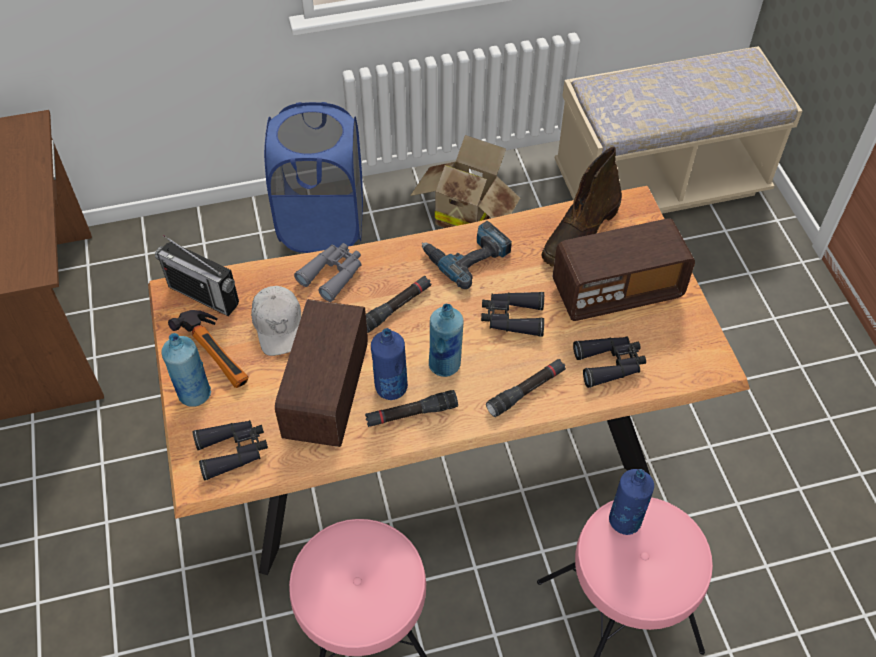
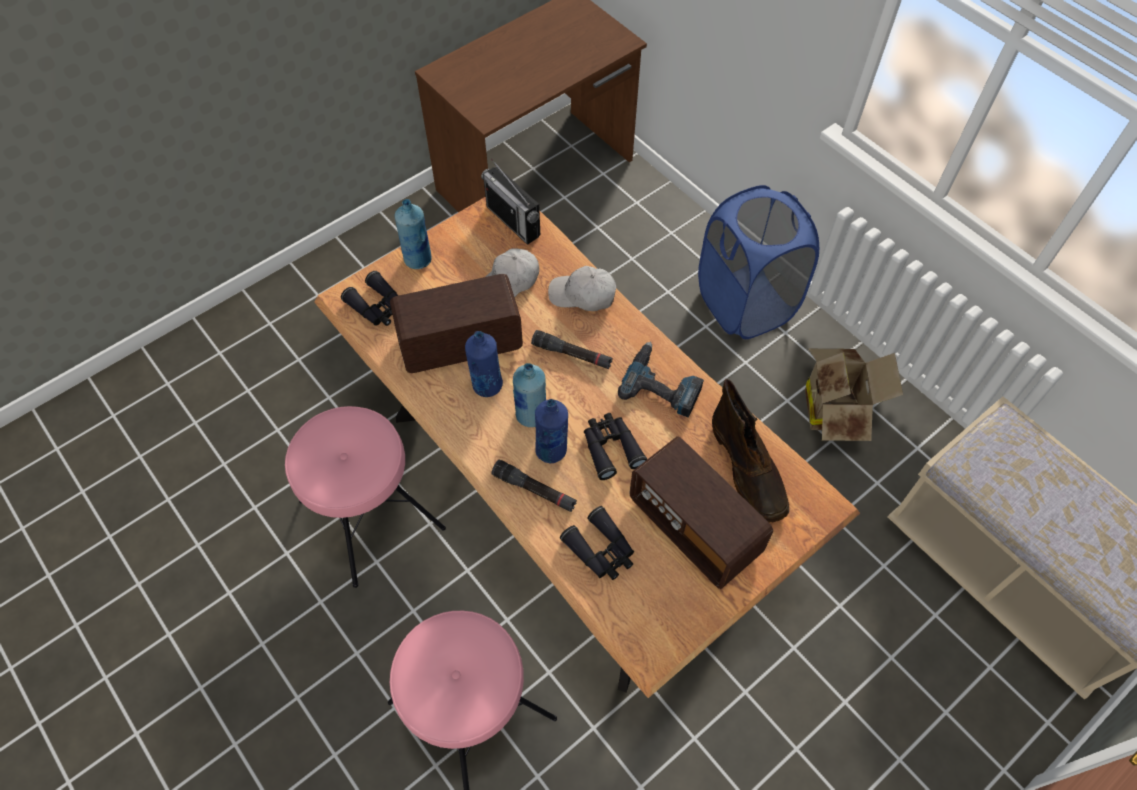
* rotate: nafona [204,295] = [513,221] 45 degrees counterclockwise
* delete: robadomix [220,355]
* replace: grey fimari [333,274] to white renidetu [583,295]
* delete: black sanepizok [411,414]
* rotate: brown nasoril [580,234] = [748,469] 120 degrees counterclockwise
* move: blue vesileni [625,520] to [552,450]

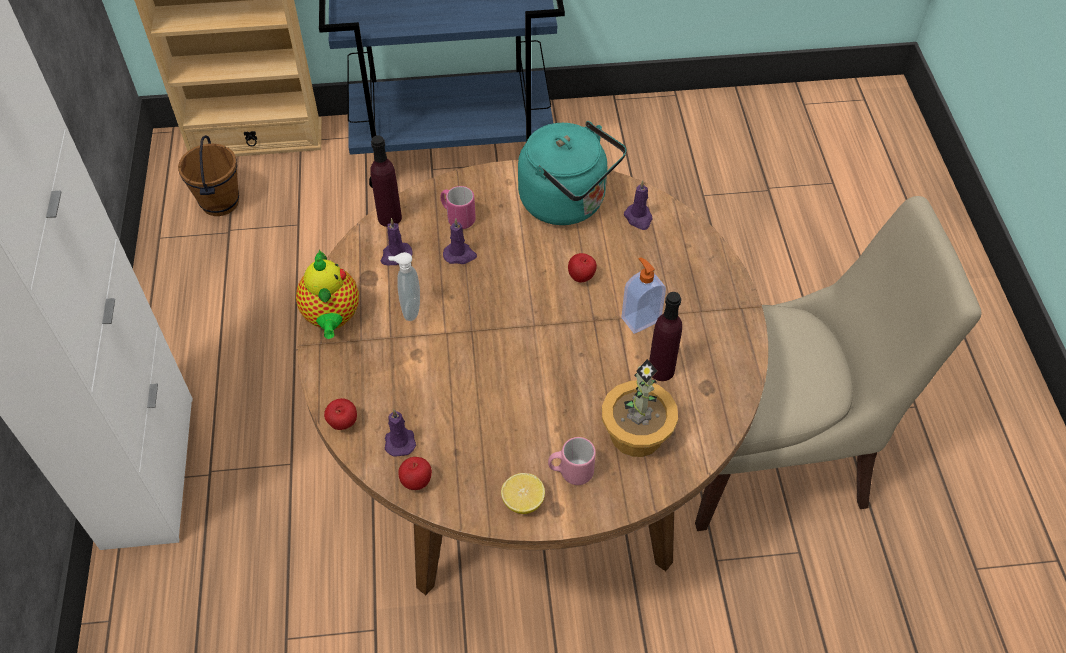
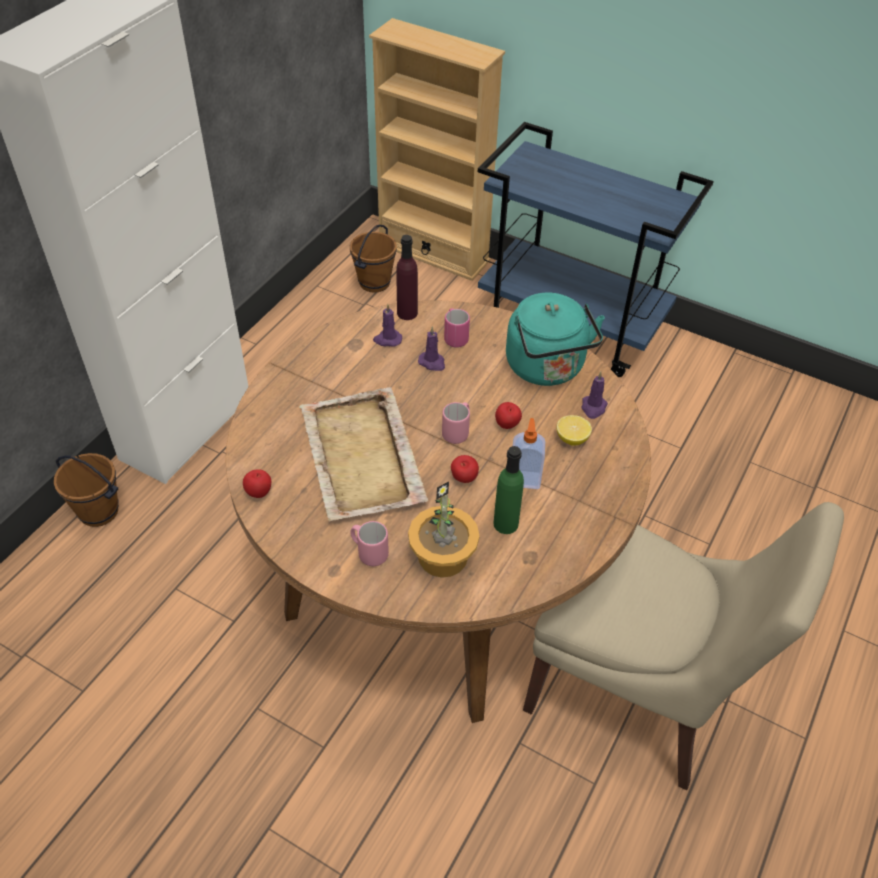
* delete: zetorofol [332,318]
* move: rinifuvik [343,424] to [464,479]
* delete: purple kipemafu [400,441]
* delete: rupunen [409,309]
* move: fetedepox [523,501] to [572,438]
* recolor: purple vesileni [661,370] to green vesileni [505,523]
* insert: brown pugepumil [99,511]
* insert: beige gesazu [361,457]
* insert: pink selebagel [457,432]

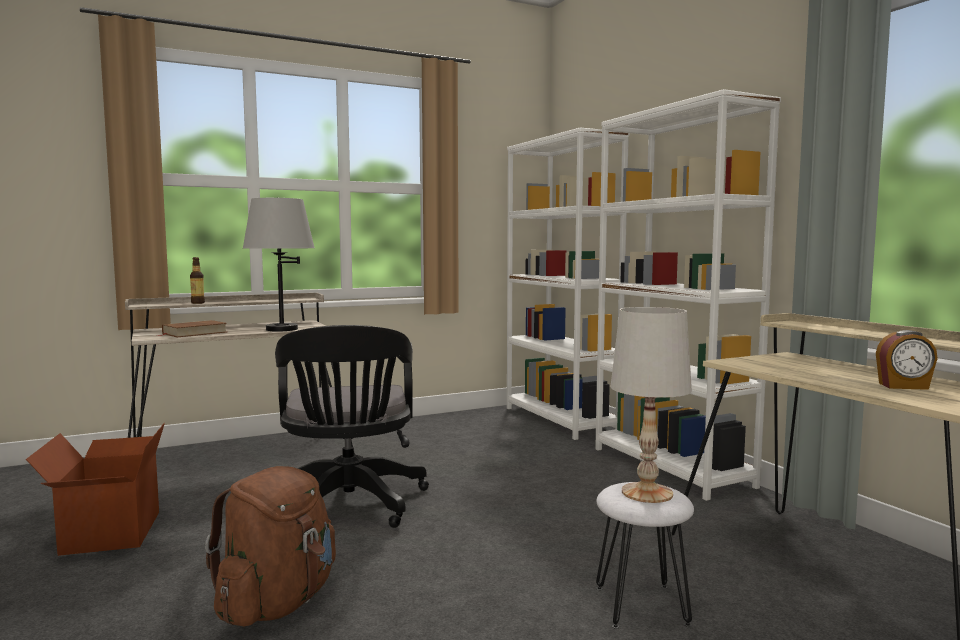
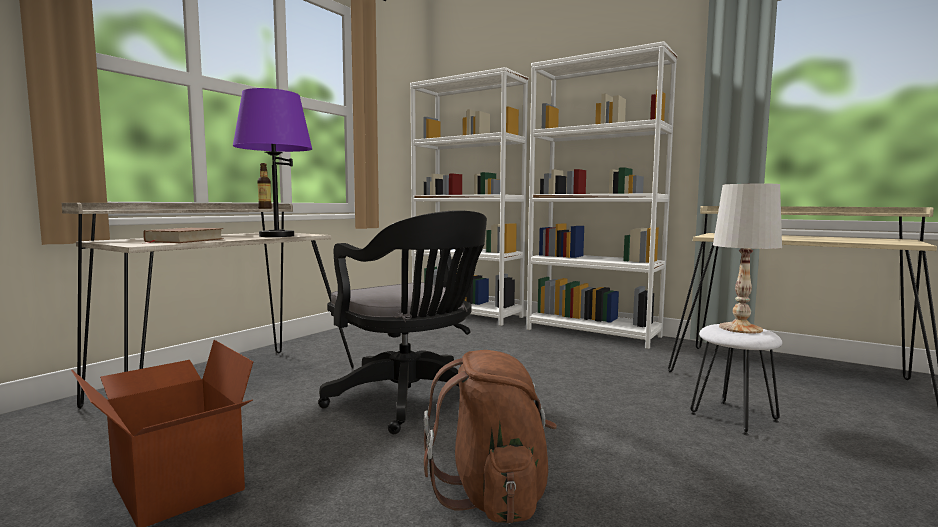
* move: vesileni [198,303] to [265,208]
* recolor: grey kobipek [281,329] to purple kobipek [276,236]
* delete: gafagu [903,386]

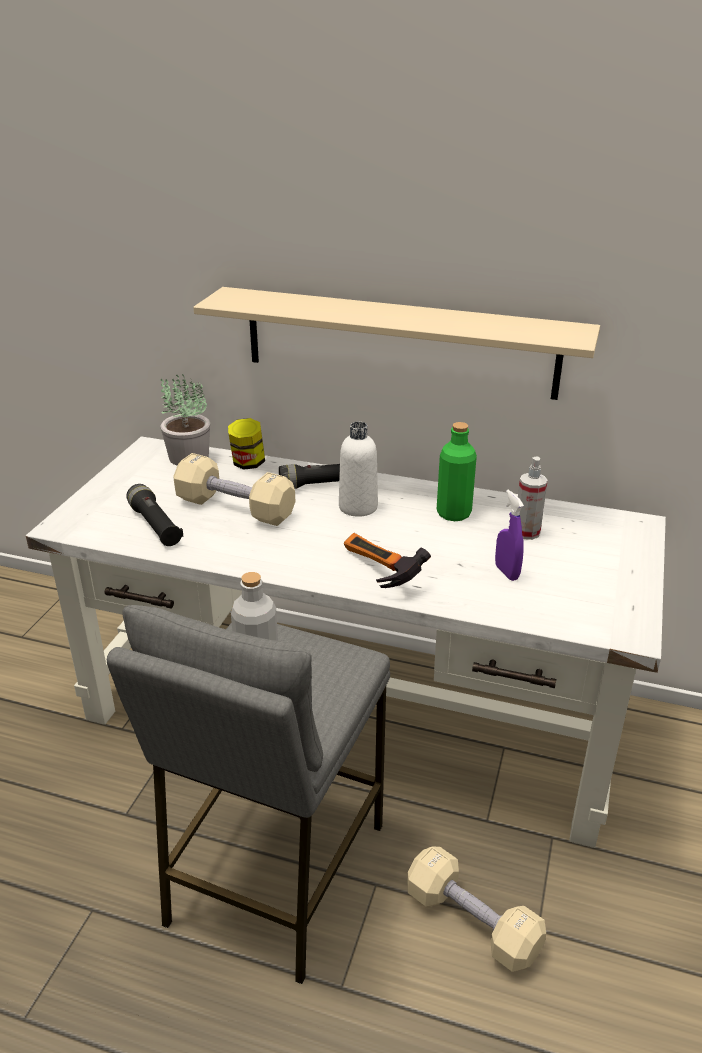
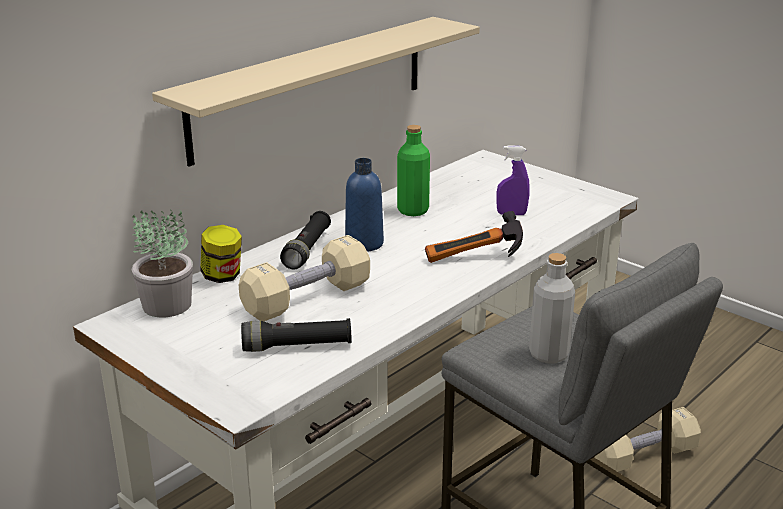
* recolor: white vesileni [358,507] to blue vesileni [364,243]
* delete: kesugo [526,532]

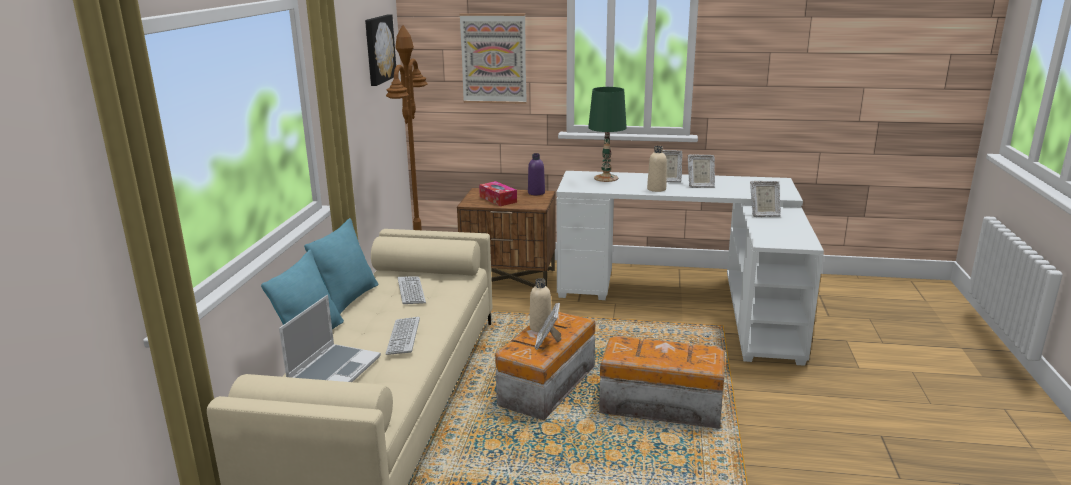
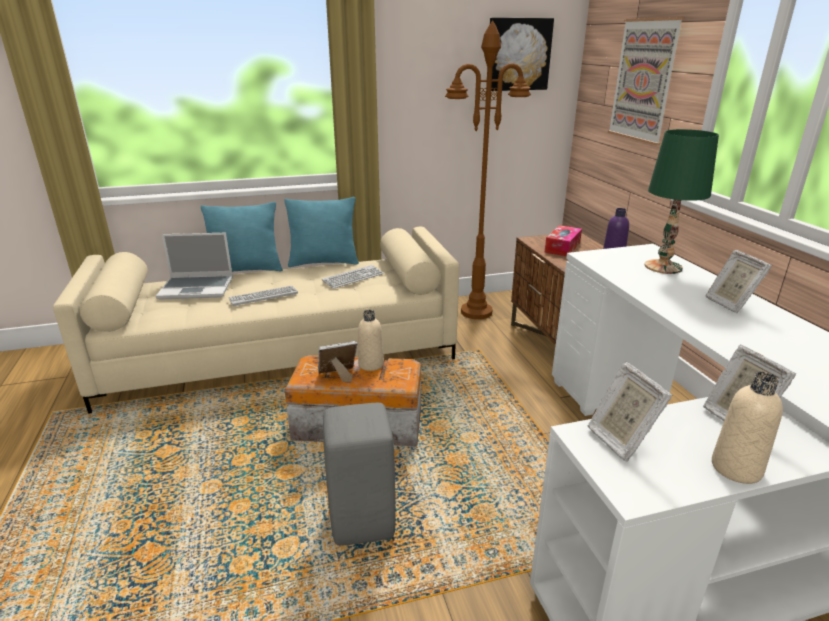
* replace: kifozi [659,405] to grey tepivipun [361,521]
* move: beige vesileni [656,189] to [736,468]
* move: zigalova [700,186] to [619,439]

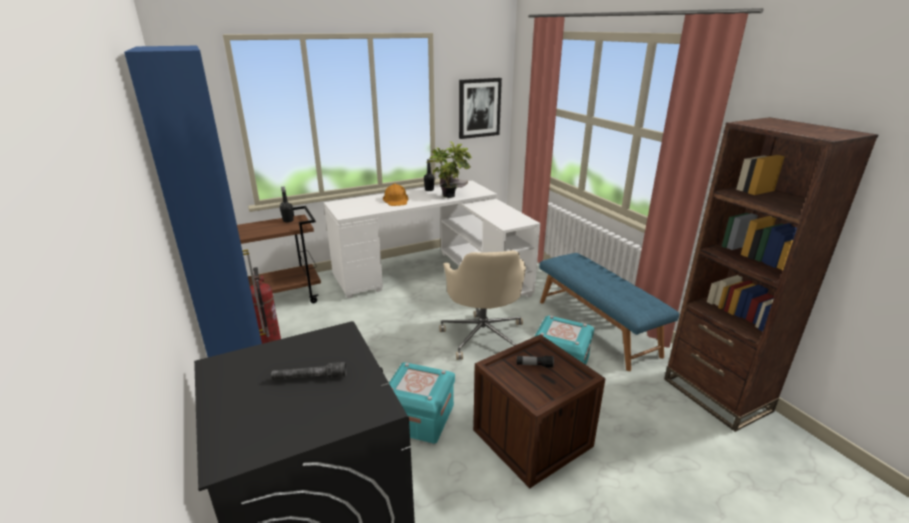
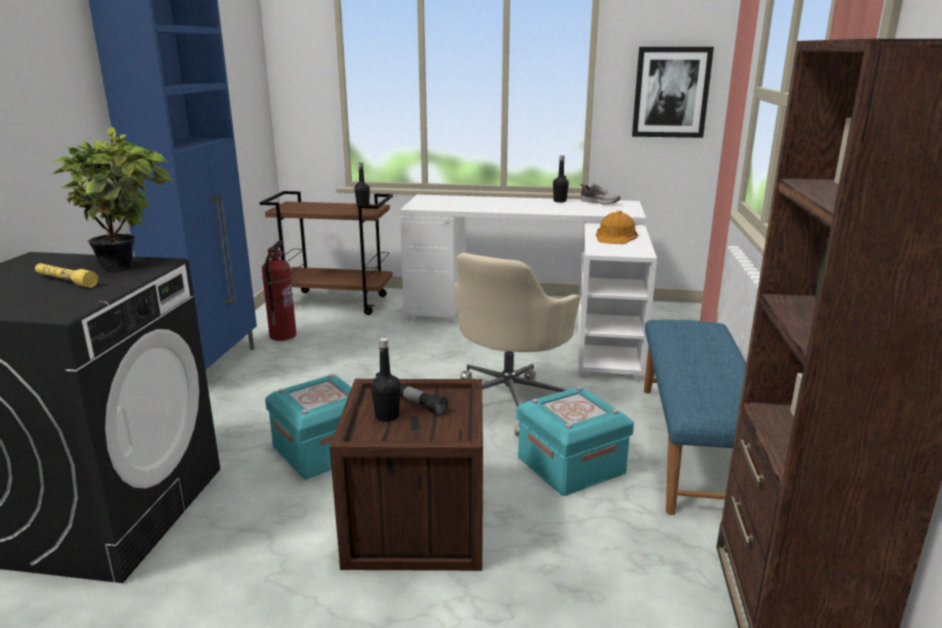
* recolor: grey sanepizok [309,377] to yellow sanepizok [66,281]
* move: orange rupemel [396,200] to [616,236]
* move: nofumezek [450,195] to [127,265]
* insert: black vesileni [387,416]

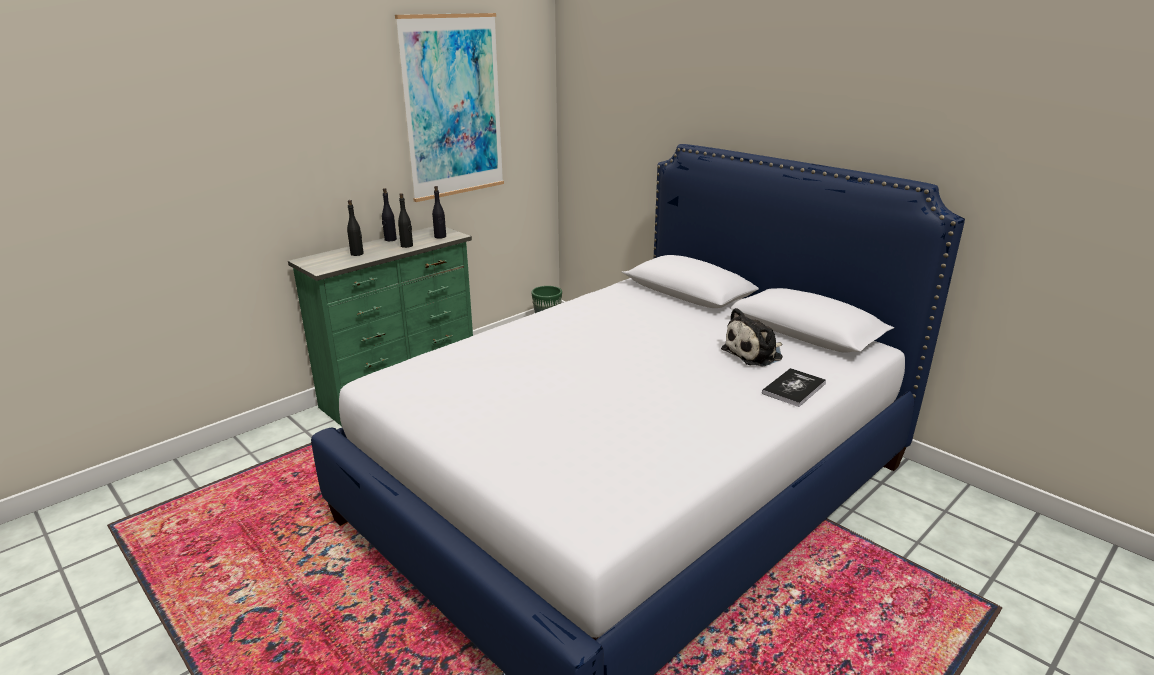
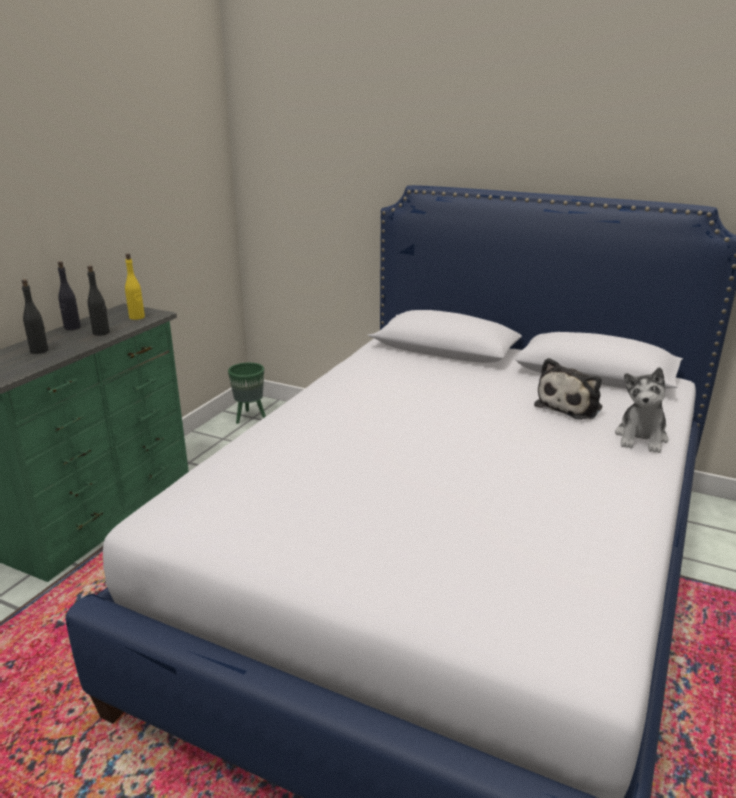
* delete: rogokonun [453,107]
* recolor: black vesileni [440,237] to yellow vesileni [137,317]
* replace: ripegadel [794,388] to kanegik [641,438]

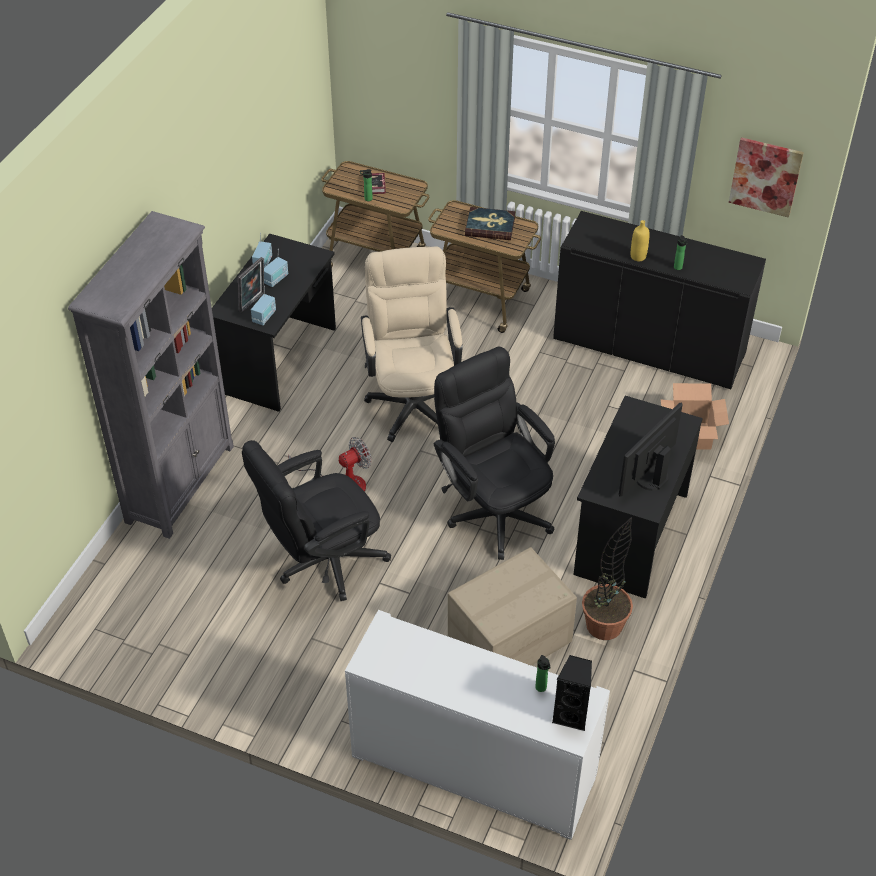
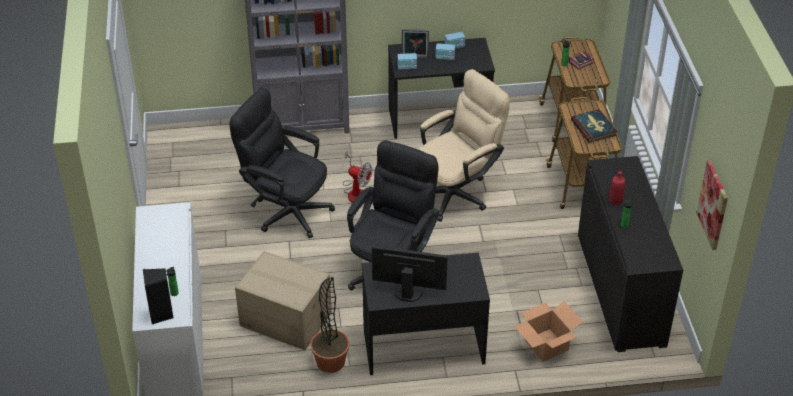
* recolor: yellow vesileni [638,256] to red vesileni [615,201]

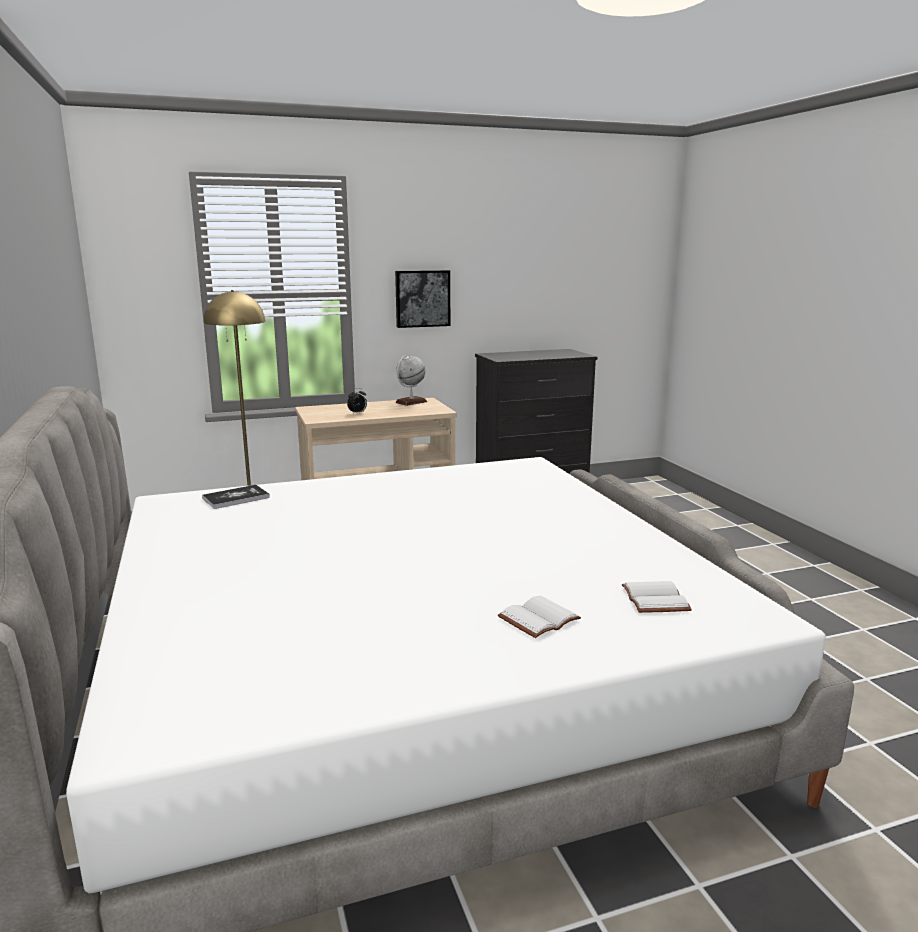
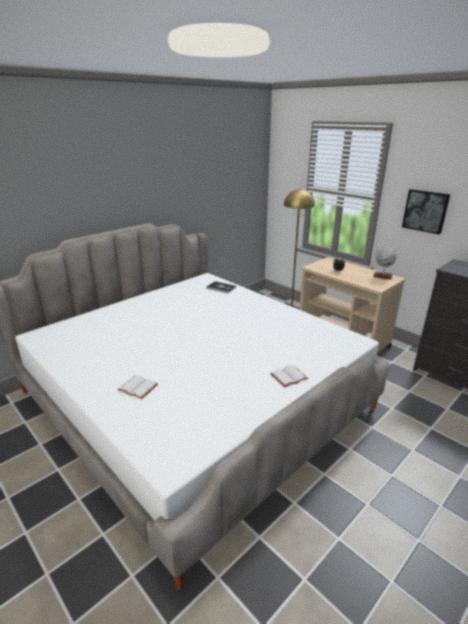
* move: white ripegadel [657,600] to [289,377]

